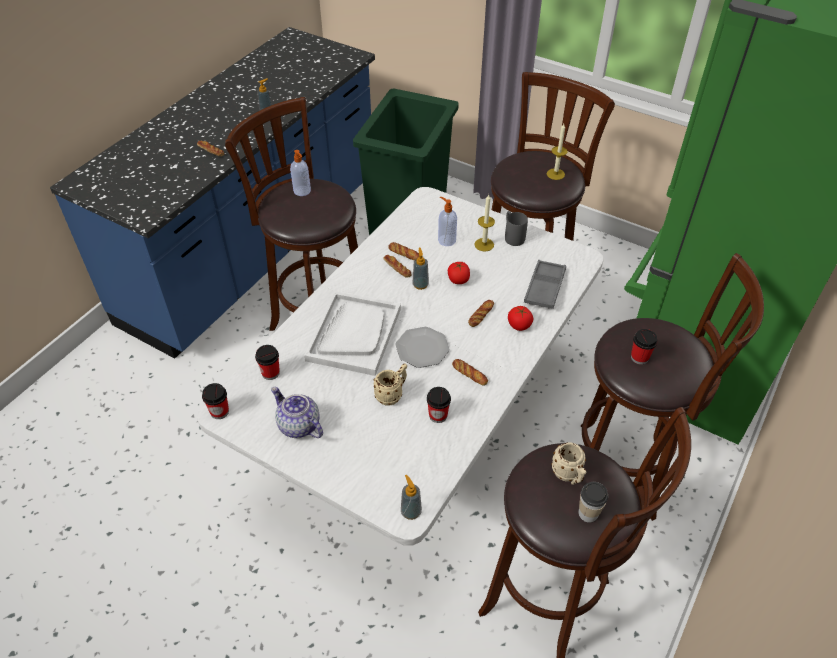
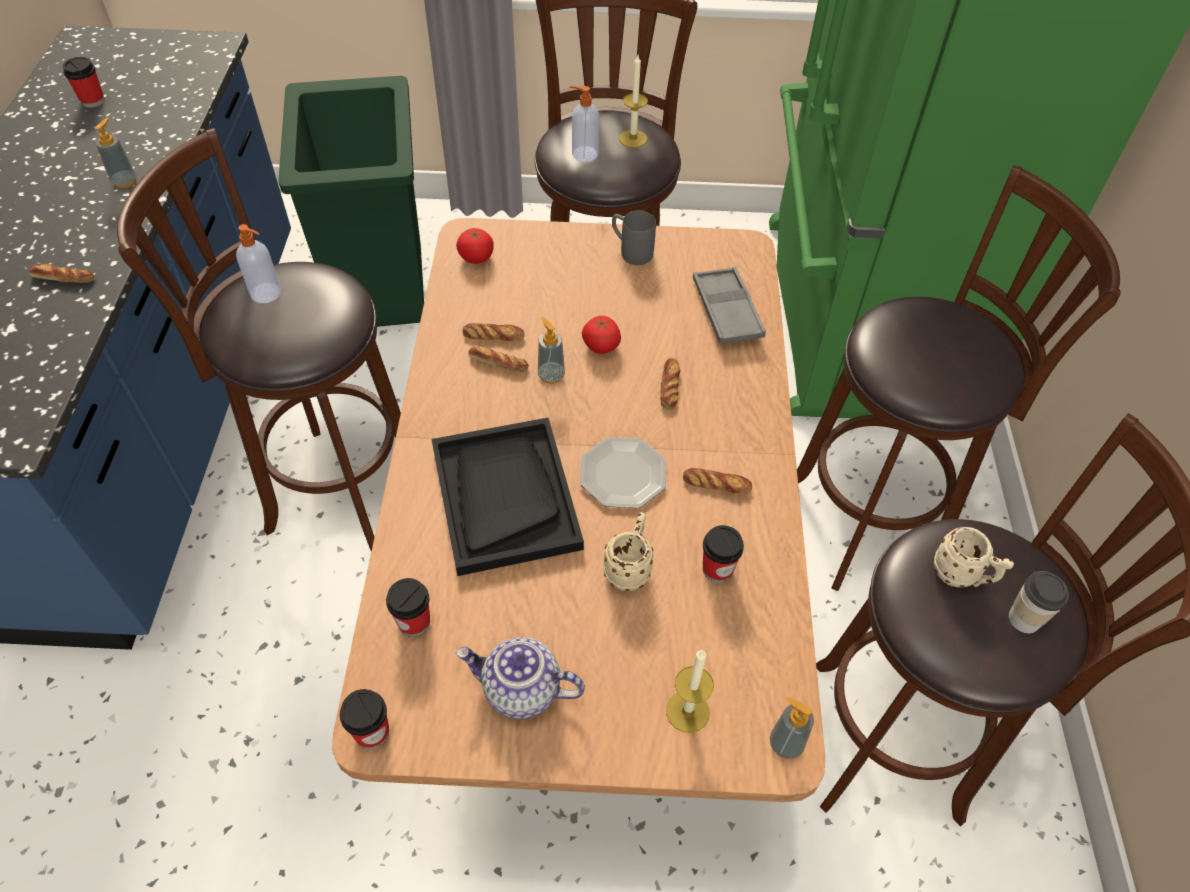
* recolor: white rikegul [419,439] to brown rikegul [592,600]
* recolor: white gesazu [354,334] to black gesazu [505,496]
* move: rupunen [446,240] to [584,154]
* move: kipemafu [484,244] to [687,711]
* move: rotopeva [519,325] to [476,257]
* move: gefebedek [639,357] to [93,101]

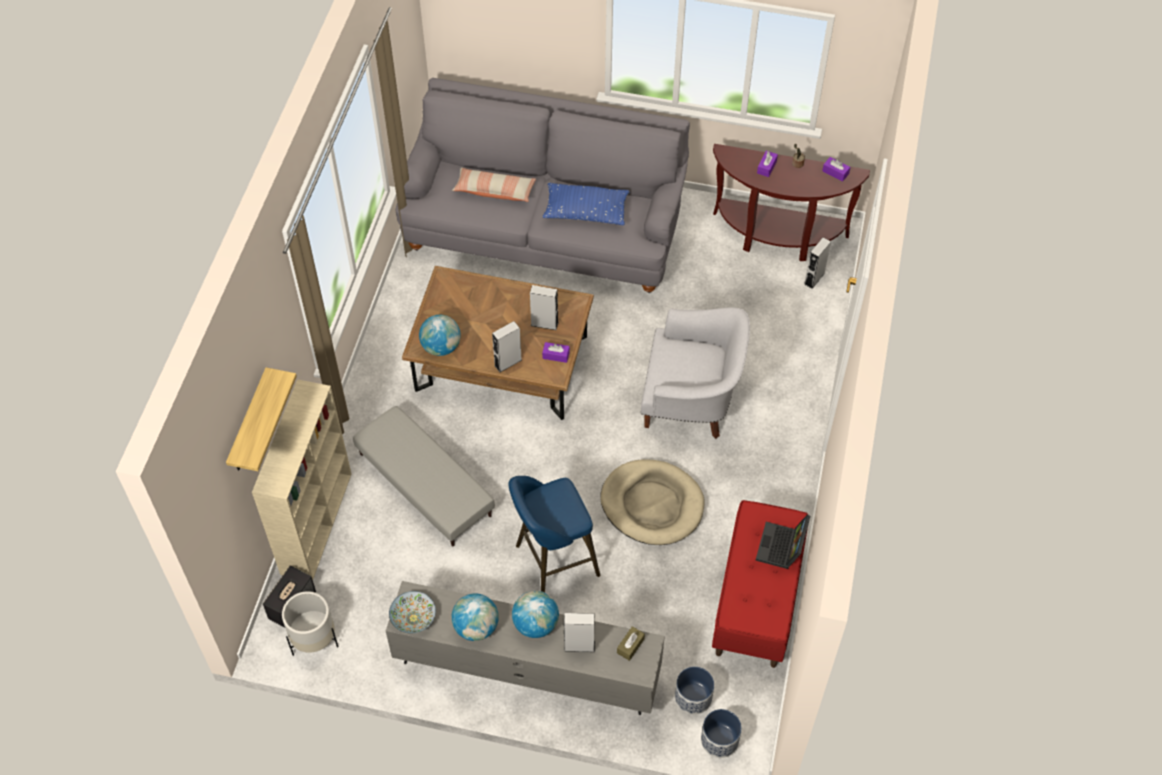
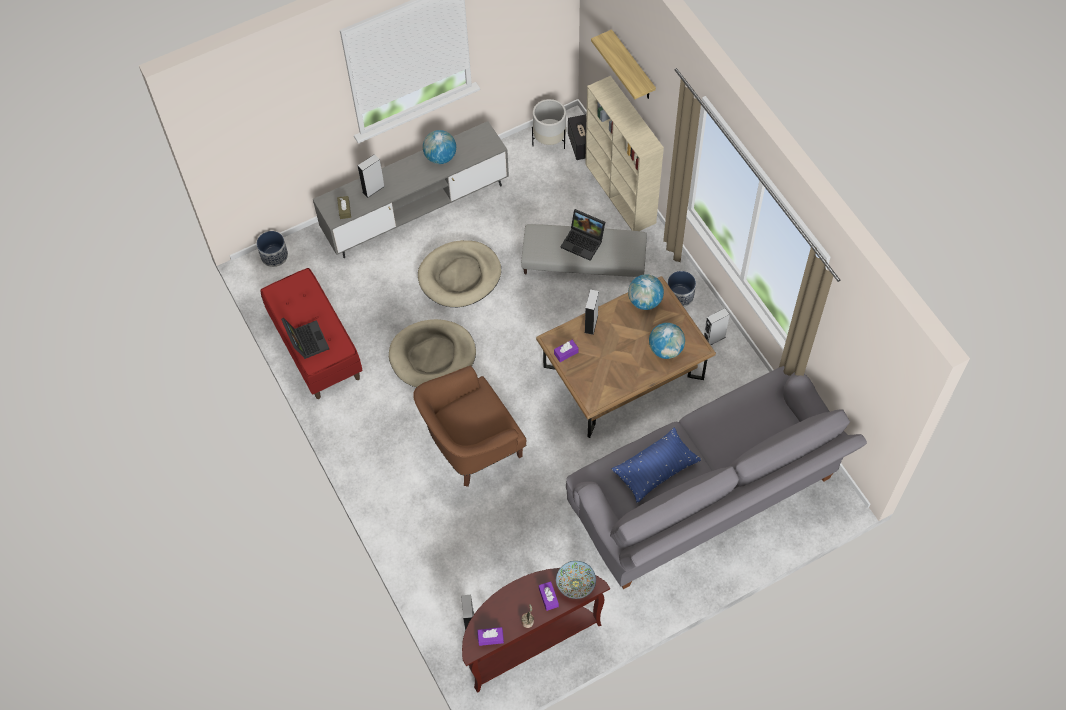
* move: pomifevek [413,618] to [575,584]
* delete: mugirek [494,191]
* replace: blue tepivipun [552,562] to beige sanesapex [460,276]
* move: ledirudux [535,624] to [666,349]
* move: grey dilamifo [544,324] to [714,339]
* recolor: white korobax [691,401] to brown korobax [471,446]
* move: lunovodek [693,697] to [680,296]
* insert: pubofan [584,242]

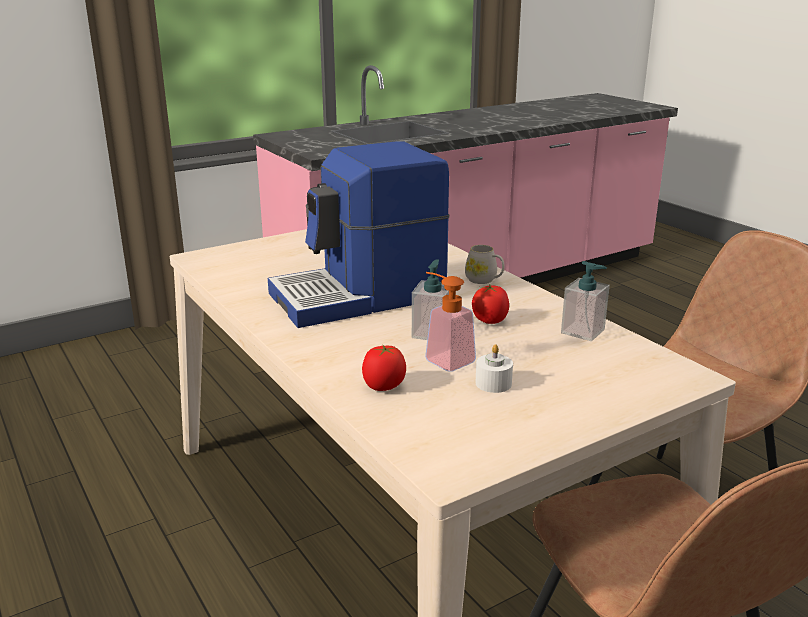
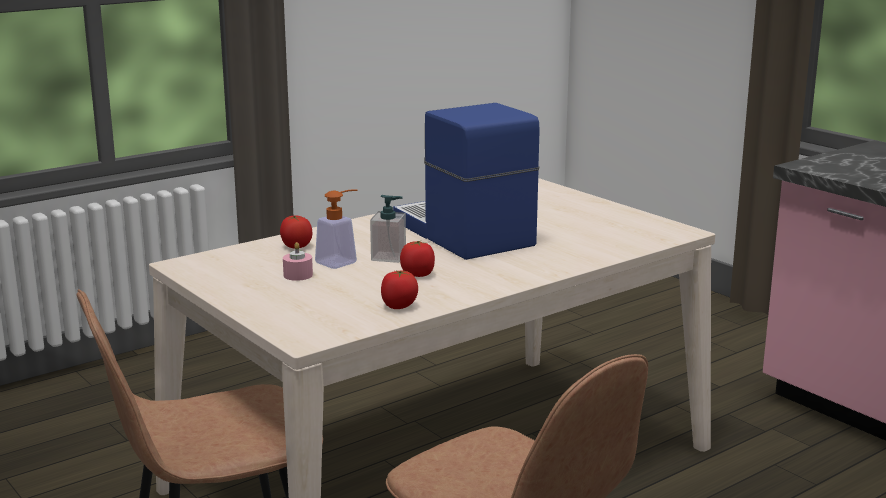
* delete: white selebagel [484,280]
* recolor: white kipemafu [493,383] to pink kipemafu [298,275]
* replace: rupunen [583,331] to rotopeva [399,306]

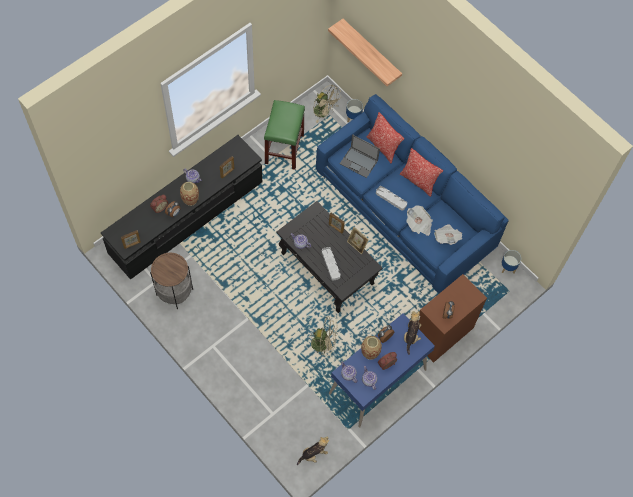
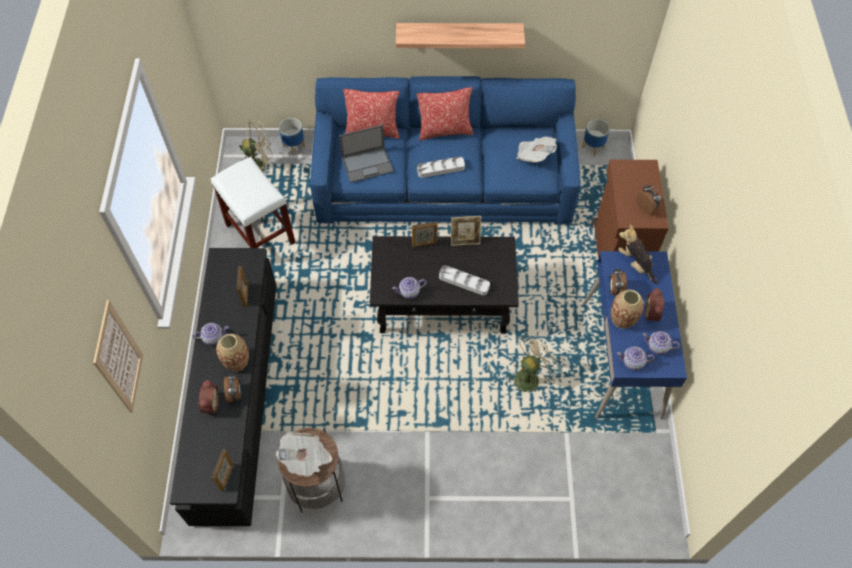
* recolor: green tepivipun [284,148] to white tepivipun [259,233]
* delete: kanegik [313,454]
* move: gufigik [371,52] to [459,35]
* move: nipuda [419,224] to [306,458]
* insert: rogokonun [119,358]

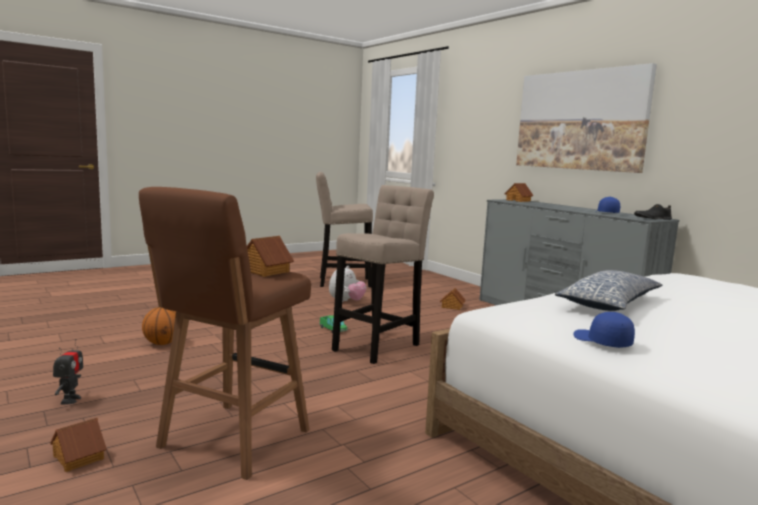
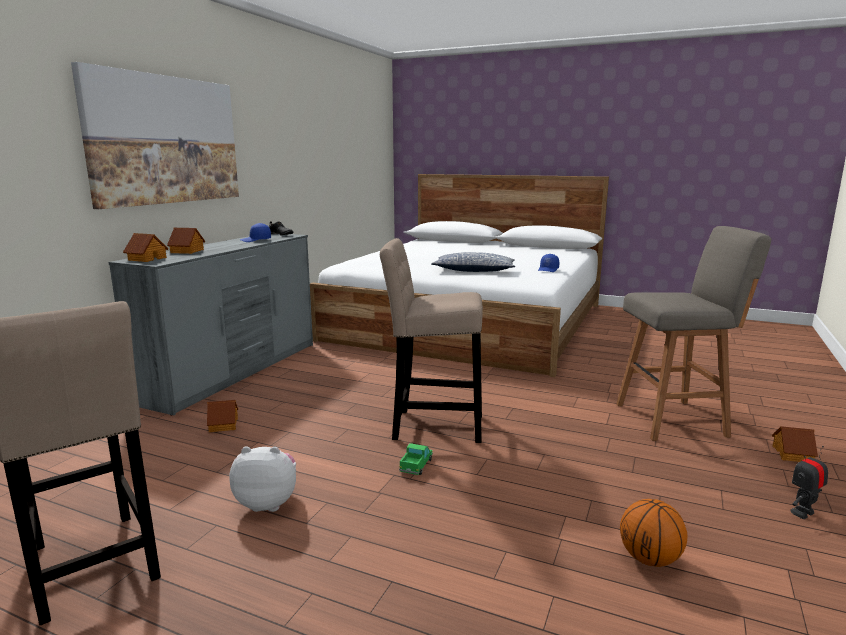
* recolor: brown tepivipun [231,441] to grey tepivipun [674,420]
* move: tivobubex [264,271] to [187,251]

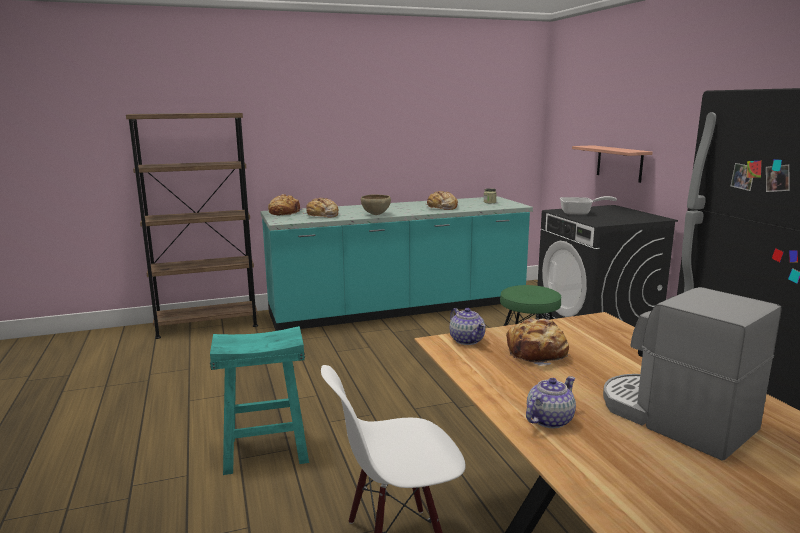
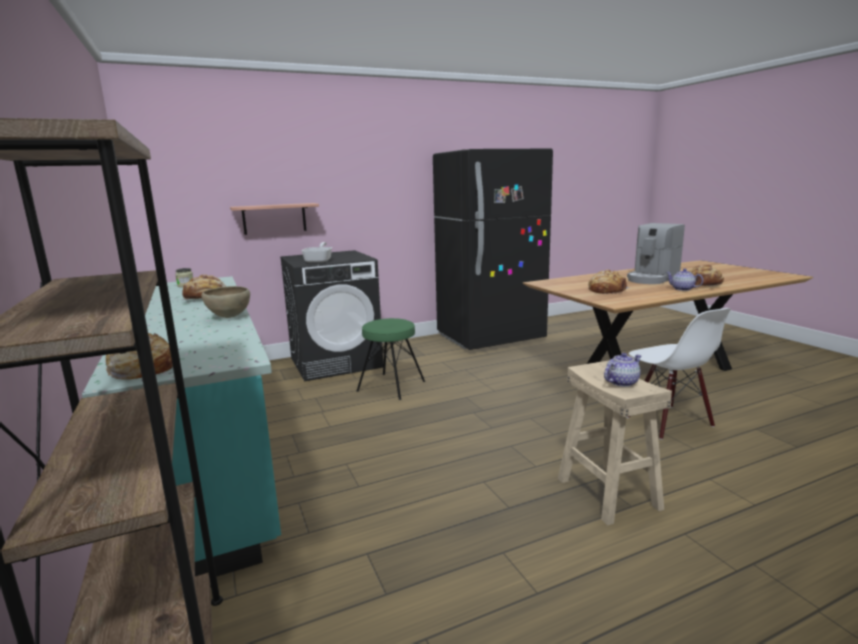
* recolor: turquoise tepivipun [266,450] to beige tepivipun [607,493]
* move: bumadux [322,216] to [703,284]
* move: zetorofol [467,340] to [621,382]

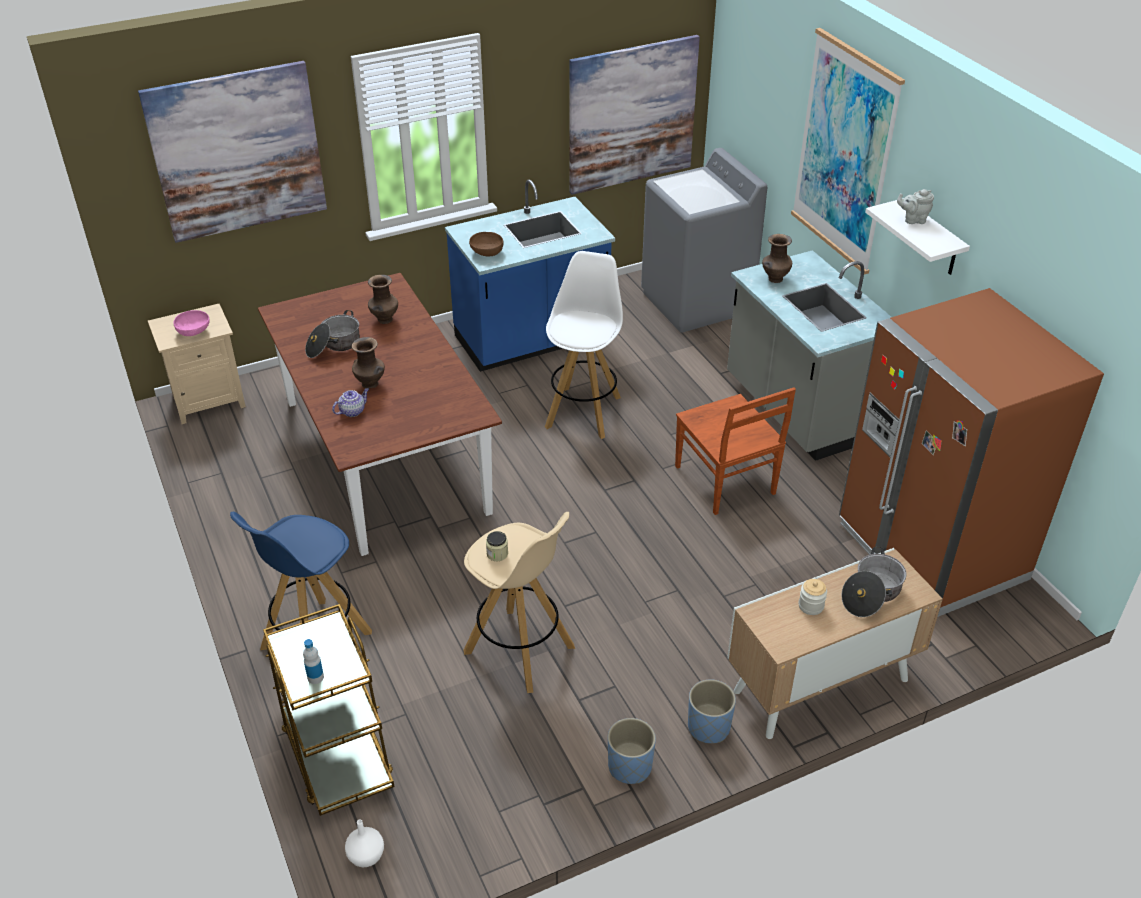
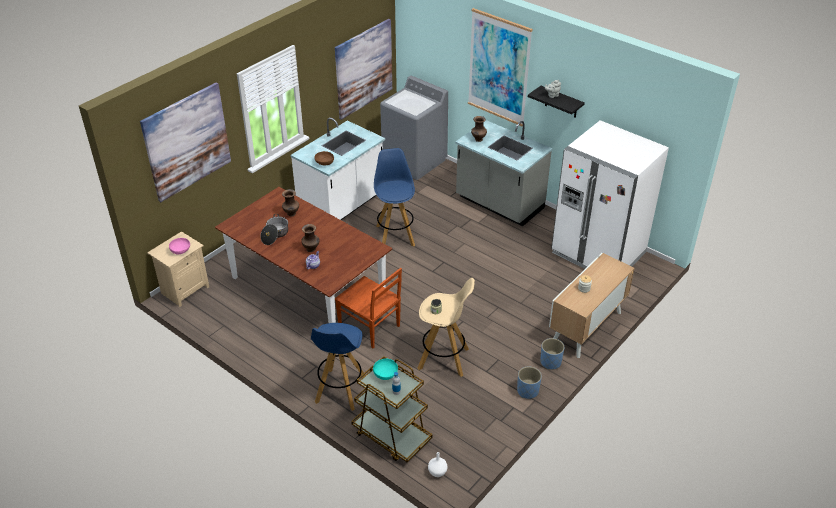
* recolor: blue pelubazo [532,340] to white pelubazo [342,205]
* recolor: white tepivipun [583,411] to blue tepivipun [395,235]
* move: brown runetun [726,482] to [370,327]
* recolor: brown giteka [931,552] to white giteka [598,253]
* delete: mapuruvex [871,594]
* recolor: white gufigik [932,239] to black gufigik [561,102]
* insert: turquoise pomifevek [386,374]

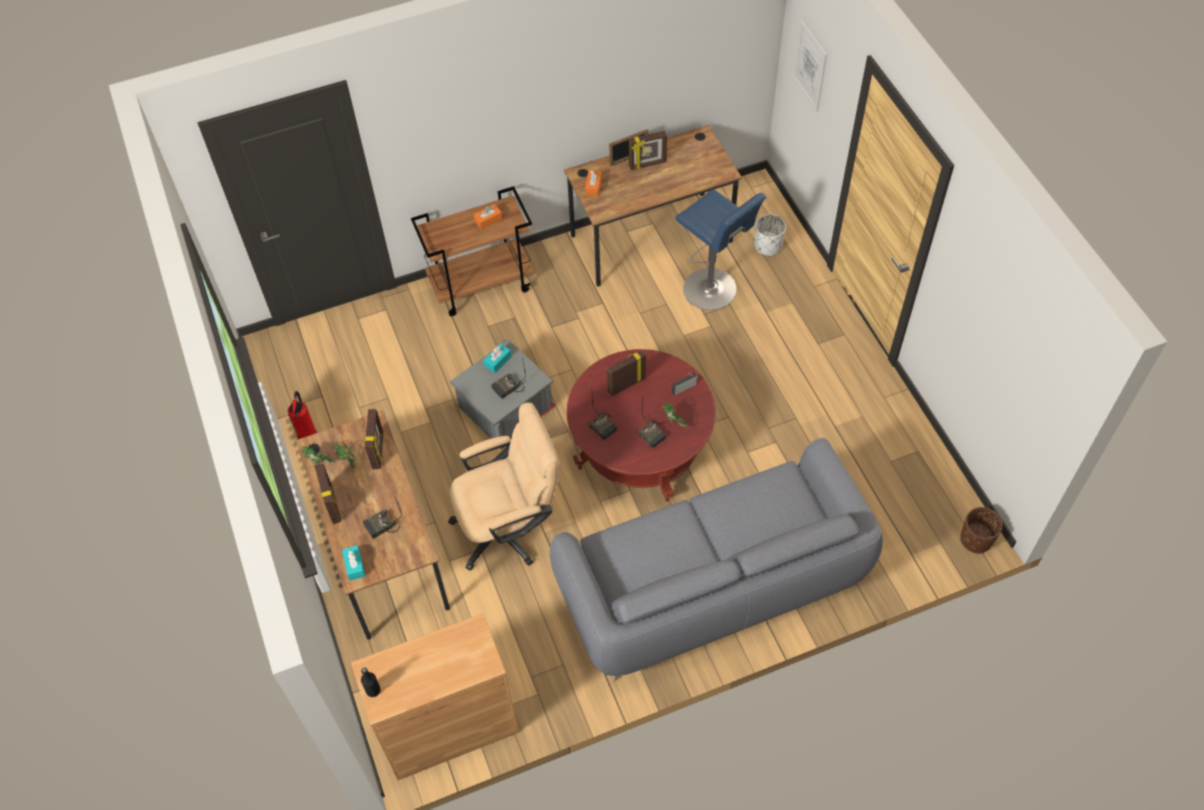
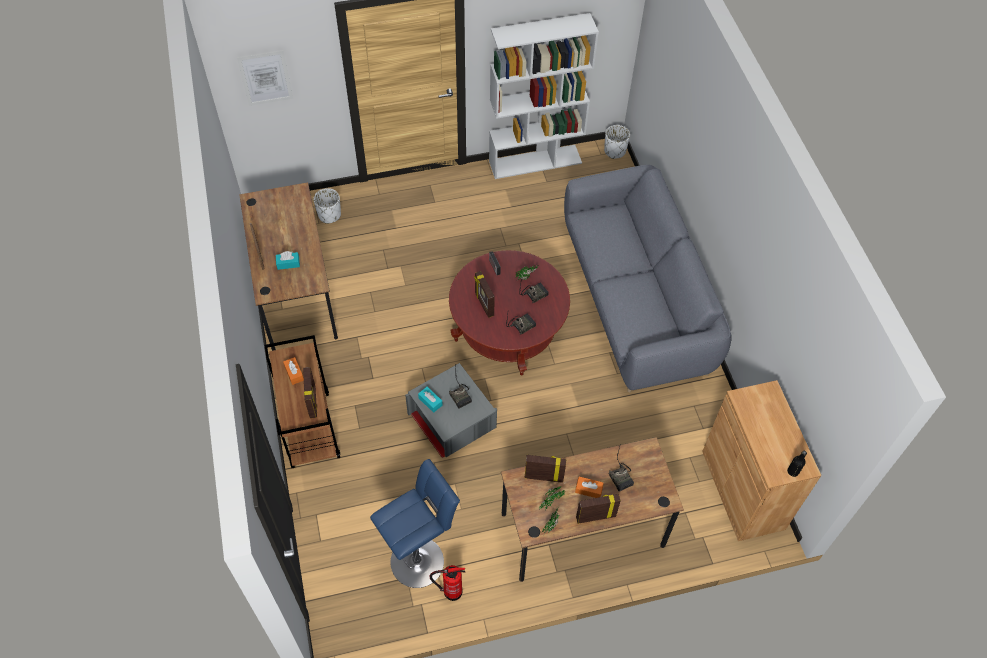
* move: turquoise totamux [354,565] to [288,263]
* delete: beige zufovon [510,527]
* move: orange totamux [593,187] to [588,490]
* move: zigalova [647,164] to [313,402]
* move: blue tepivipun [713,291] to [420,559]
* recolor: brown lunovodek [975,540] to white lunovodek [614,151]
* insert: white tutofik [535,161]

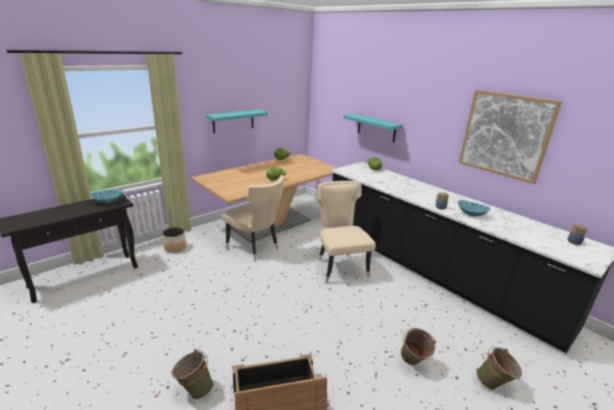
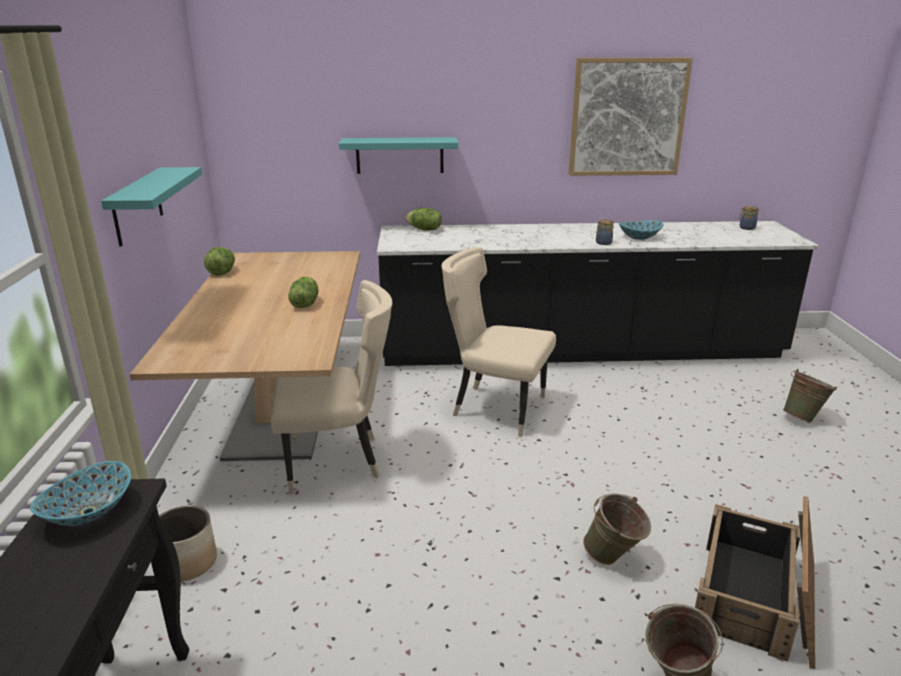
* move: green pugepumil [413,364] to [614,559]

